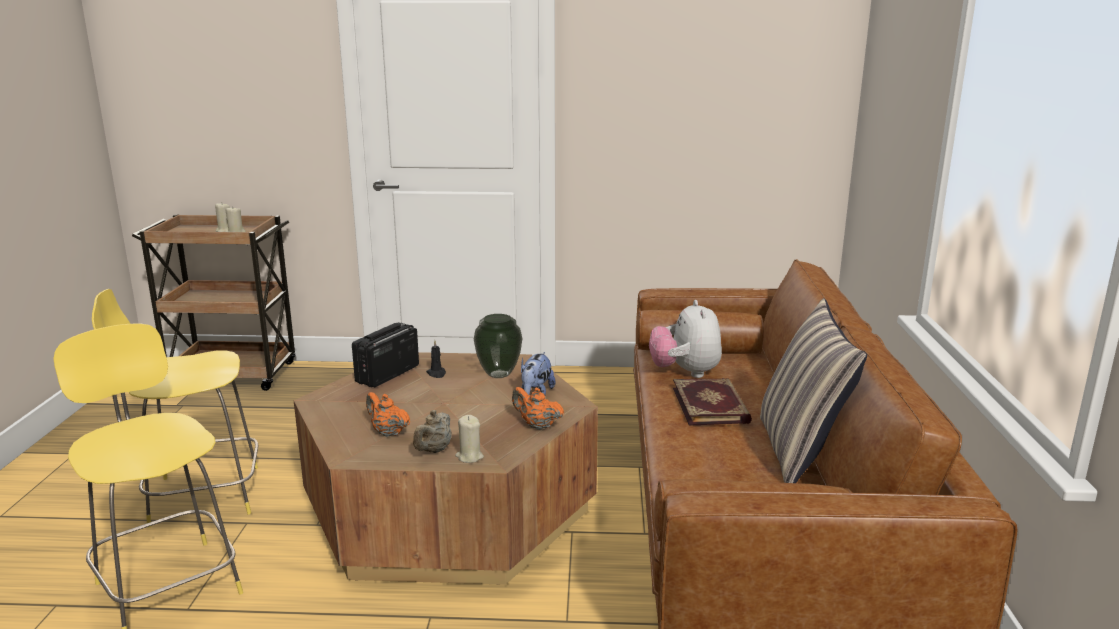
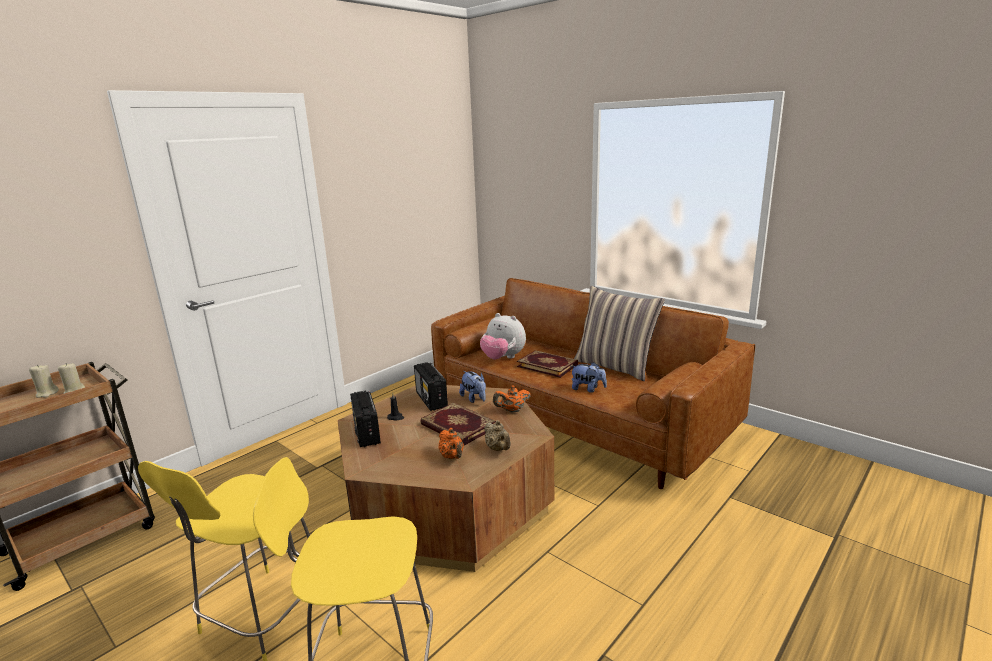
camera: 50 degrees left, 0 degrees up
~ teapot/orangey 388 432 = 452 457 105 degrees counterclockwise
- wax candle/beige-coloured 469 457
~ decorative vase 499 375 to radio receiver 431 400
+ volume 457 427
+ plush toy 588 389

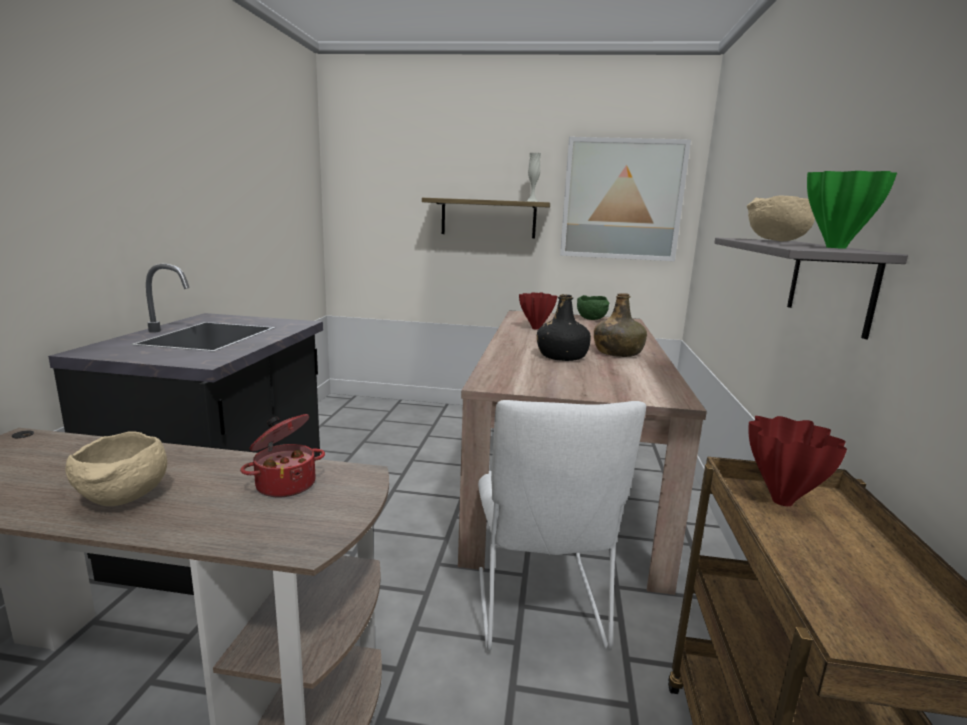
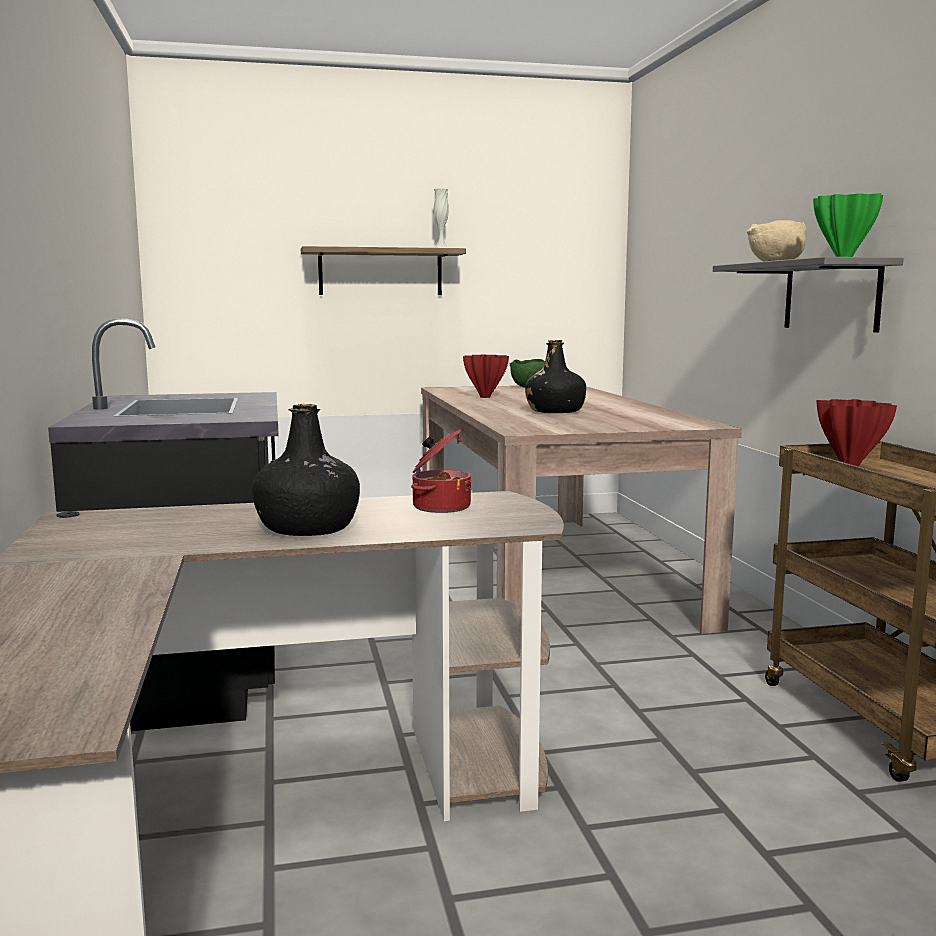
camera: 20 degrees left, 5 degrees down
~ bowl/beige-coloured 124 499 to drink bottle/black 309 528
- plain chair/white 538 607
- picture 622 200
- drink bottle/green 617 353

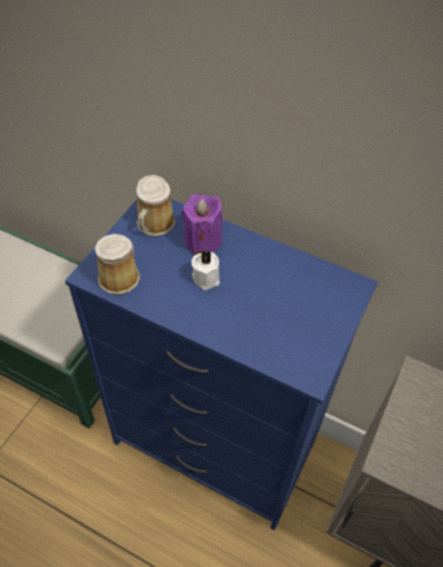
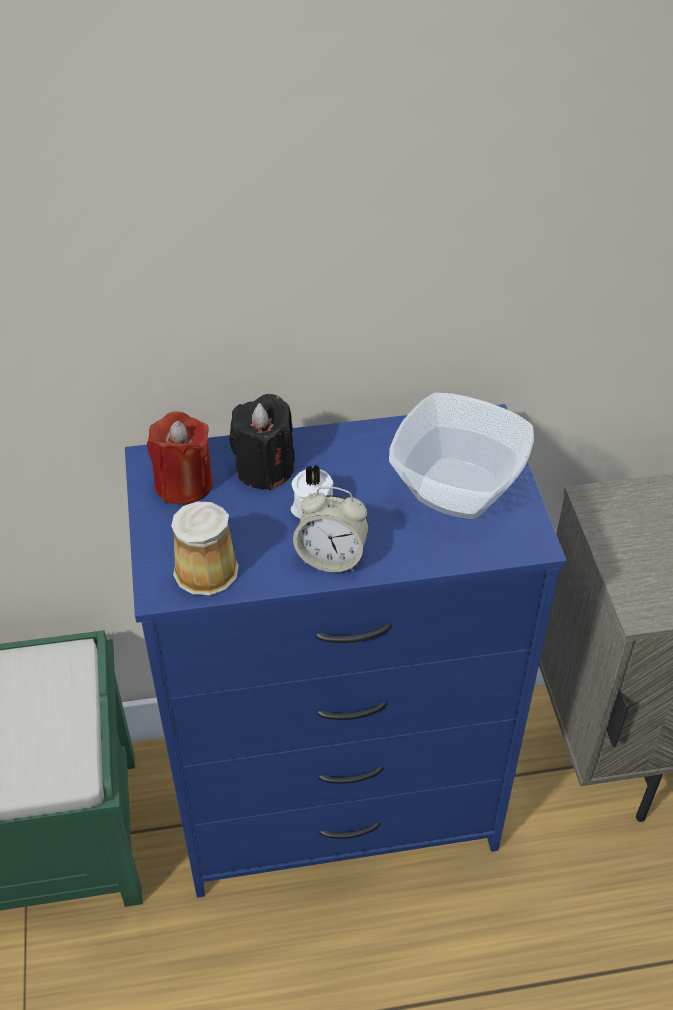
camera: 35 degrees left, 5 degrees down
~ tea mug 154 225 to wax candle/red 184 484
~ wax candle/purple 202 240 to wax candle/black 264 468
+ alarm clock 331 557
+ bowl 459 488

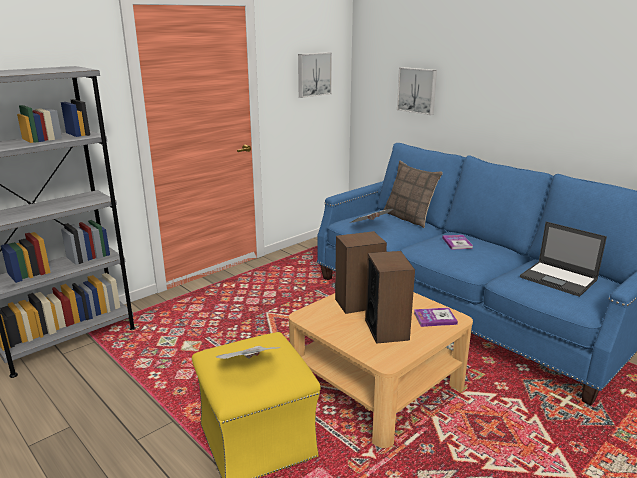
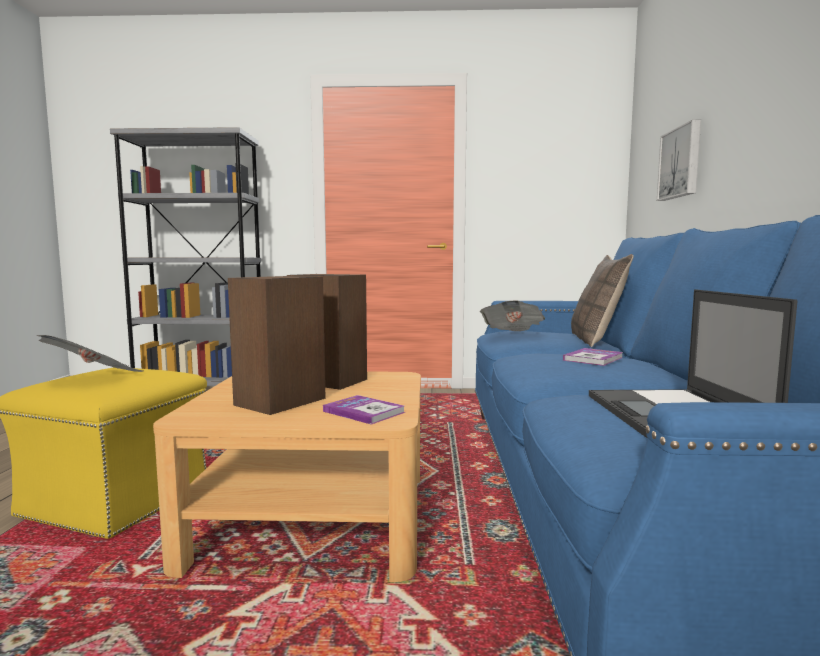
camera: 45 degrees right, 15 degrees down
- picture 313 74

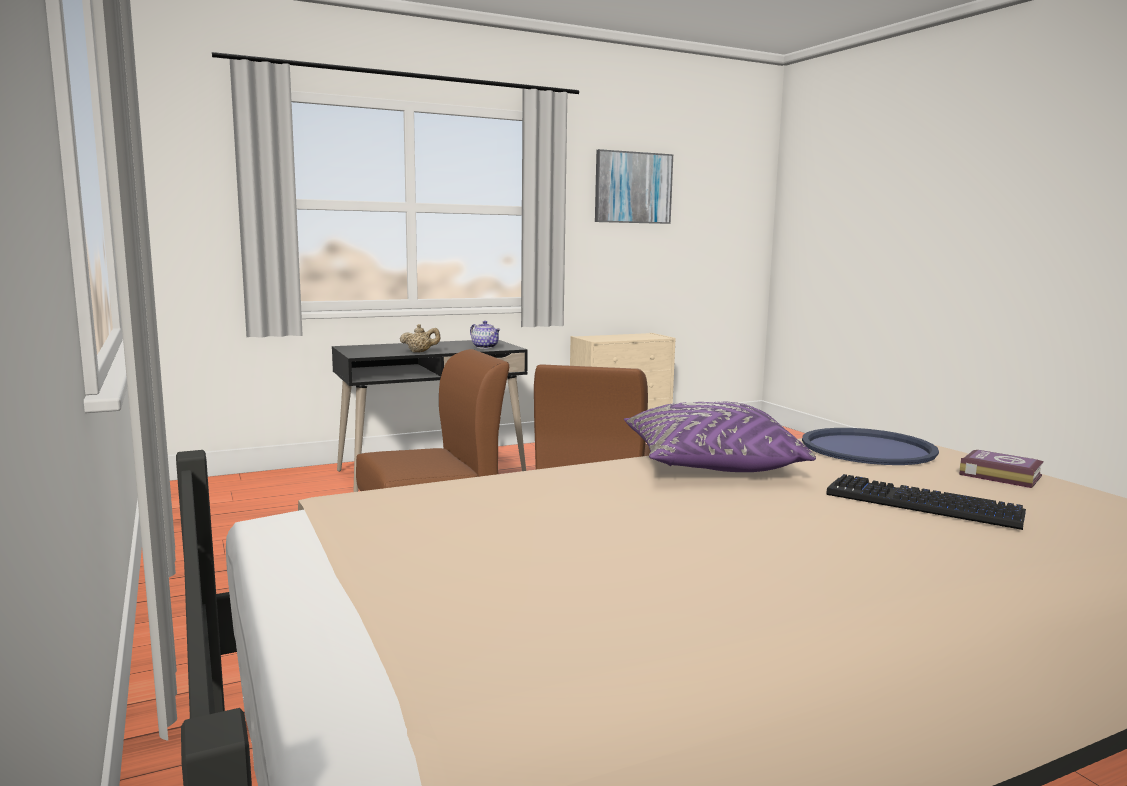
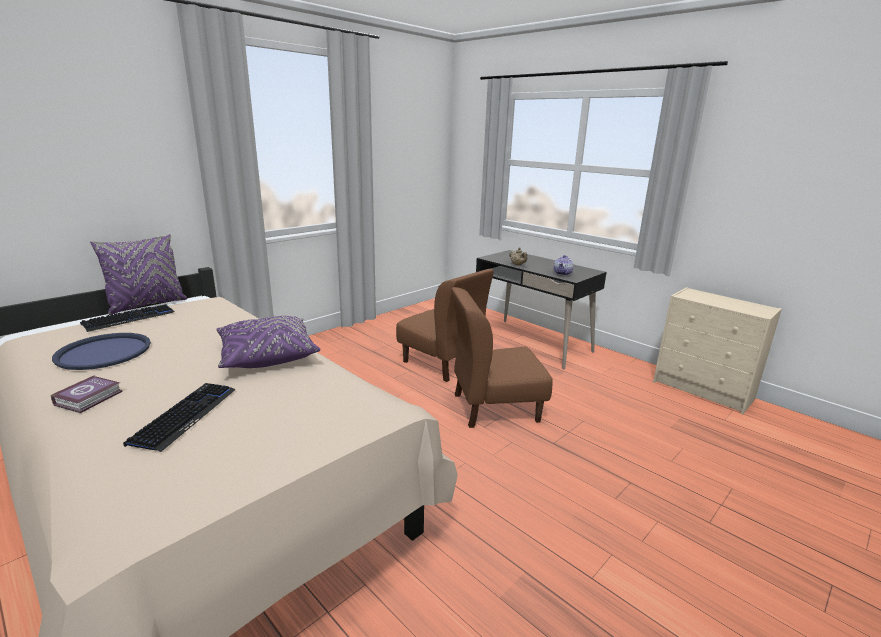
camera: 70 degrees right, 10 degrees up
- picture 633 187
~ serving tray/blue 868 448 to 104 352
~ volume 998 474 to 91 398
+ keyboard 129 319
+ pillow/purple 147 305

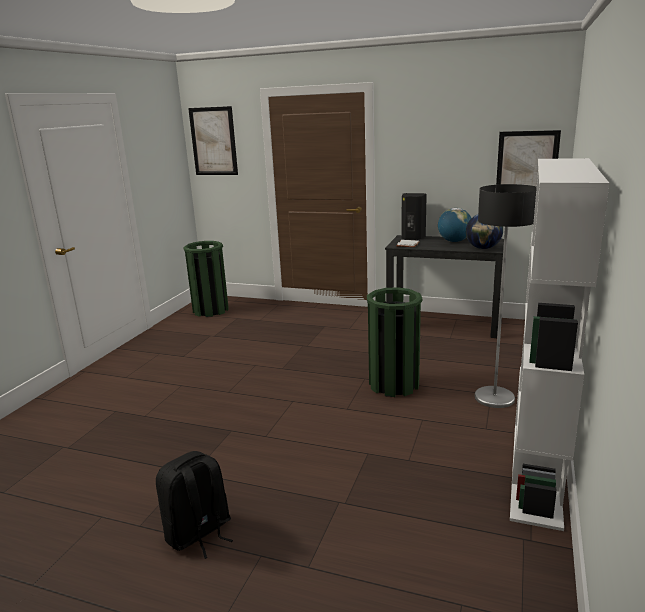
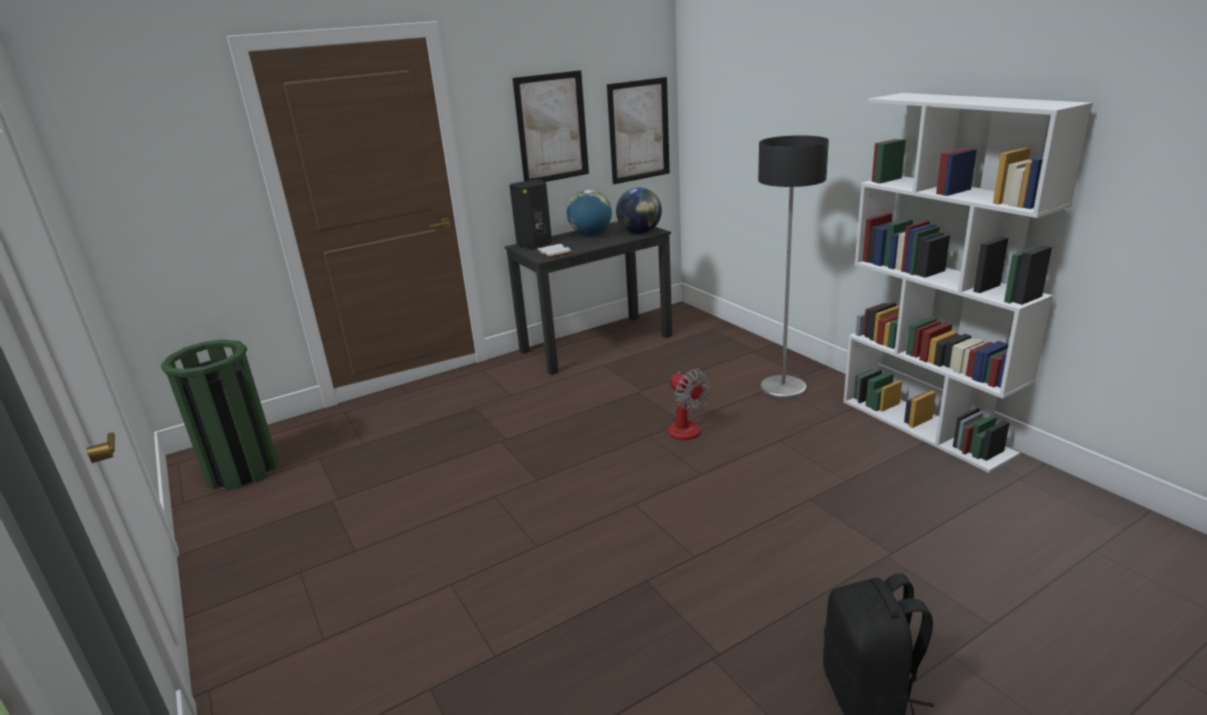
camera: 50 degrees left, 5 degrees up
~ picture 213 141 to 552 128
~ rubbish bin/green 394 384 to electric fan 687 425

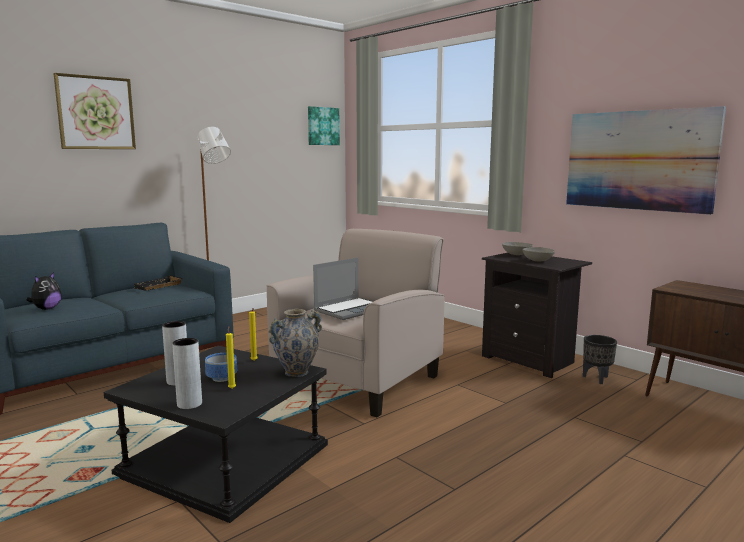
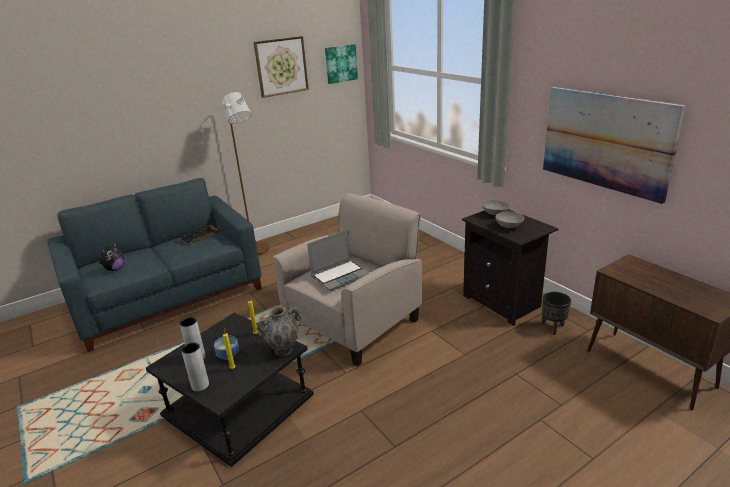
camera: 10 degrees right, 15 degrees up
~ picture 96 113 to 281 66

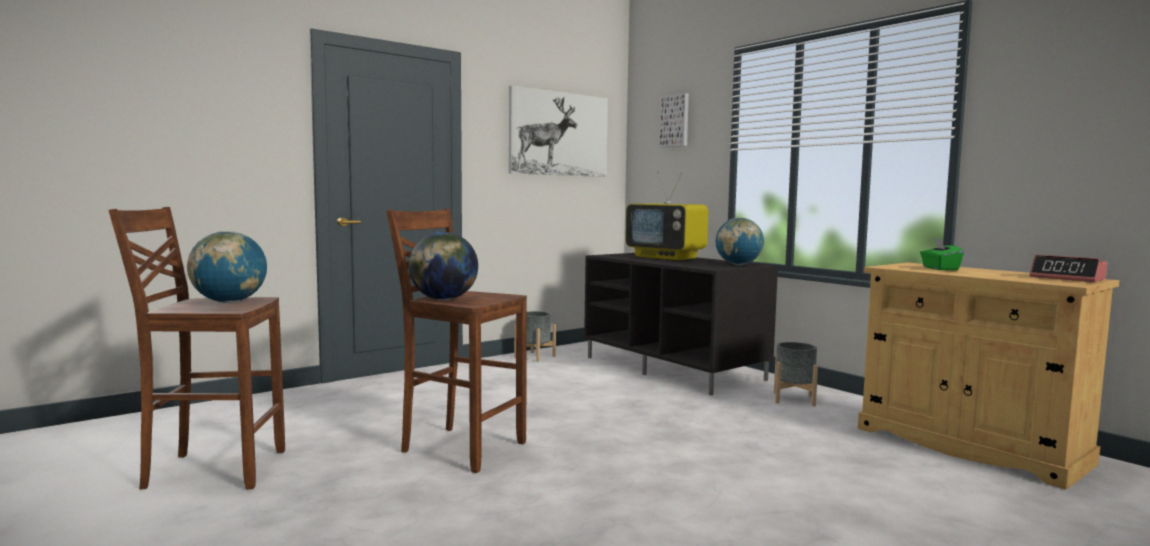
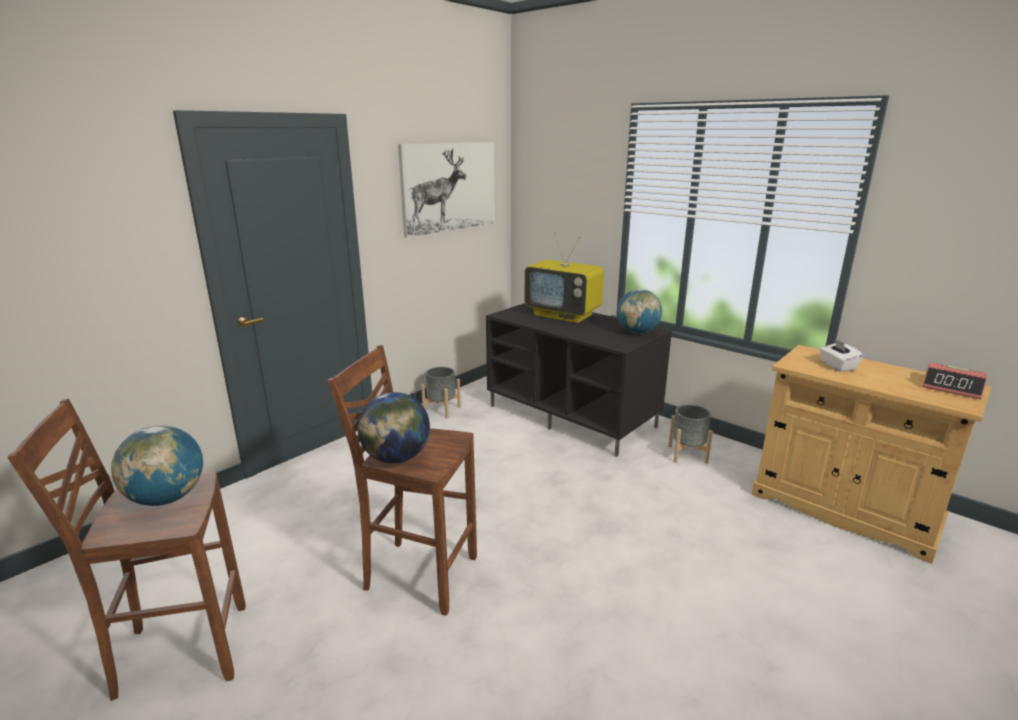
camera: 10 degrees left, 15 degrees up
- picture 675 121
~ tissue box/green 939 269 to tissue box/white 837 366

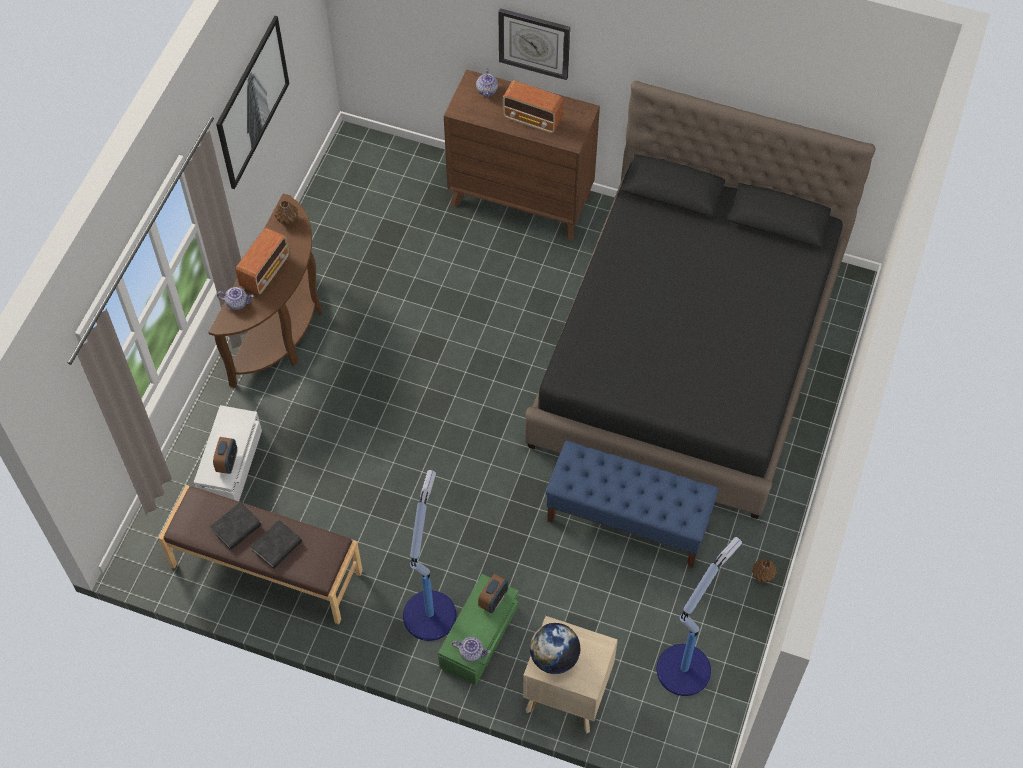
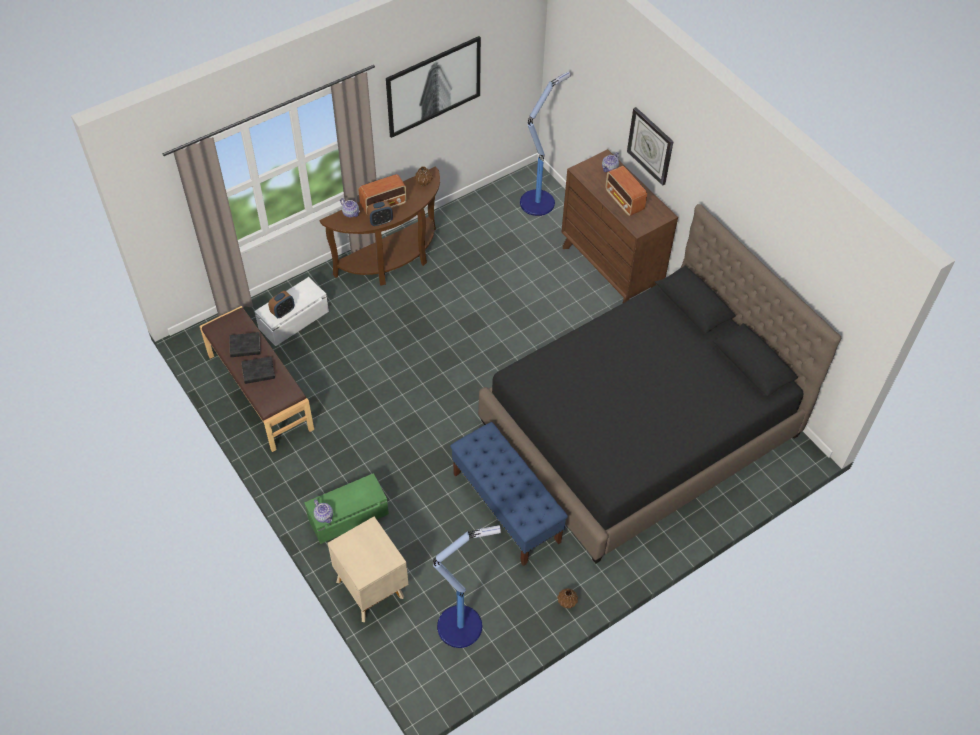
camera: 35 degrees right, 5 degrees down
~ standing lamp 430 613 to 538 202
~ alarm clock 493 600 to 380 221
- world globe 554 657

